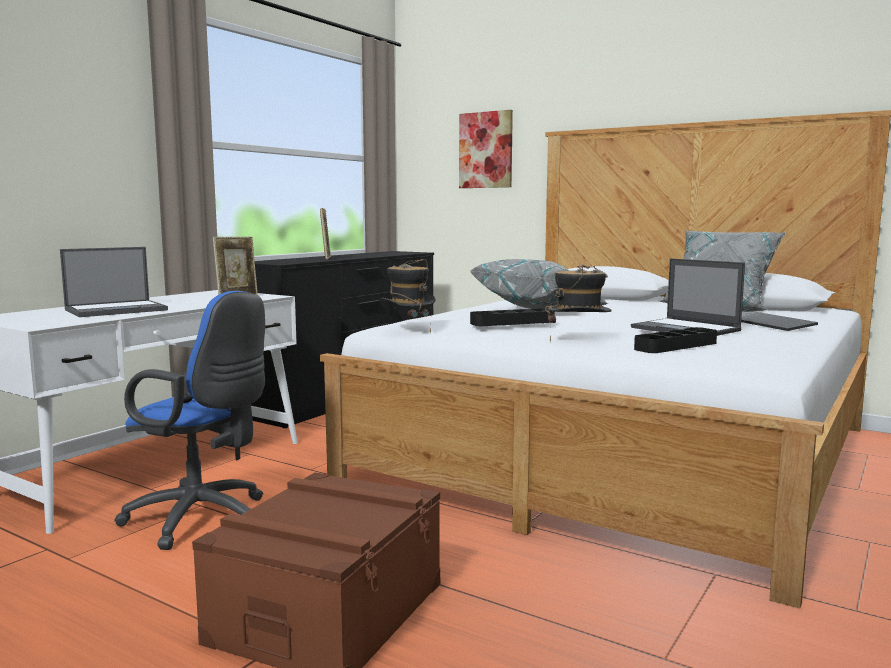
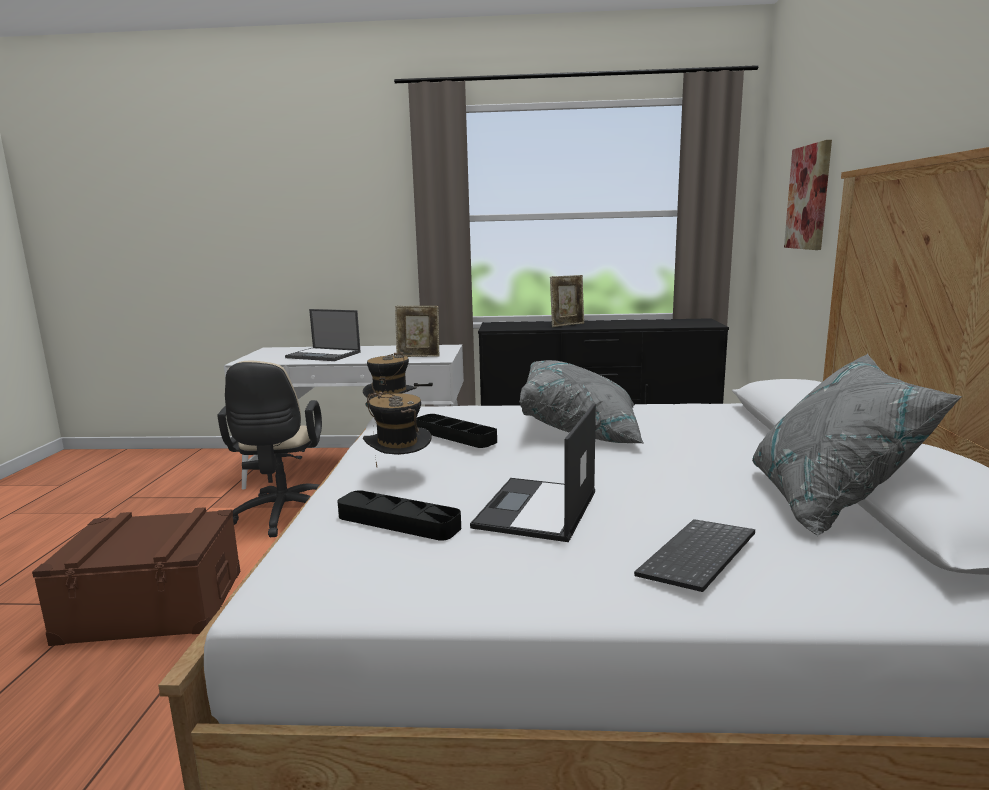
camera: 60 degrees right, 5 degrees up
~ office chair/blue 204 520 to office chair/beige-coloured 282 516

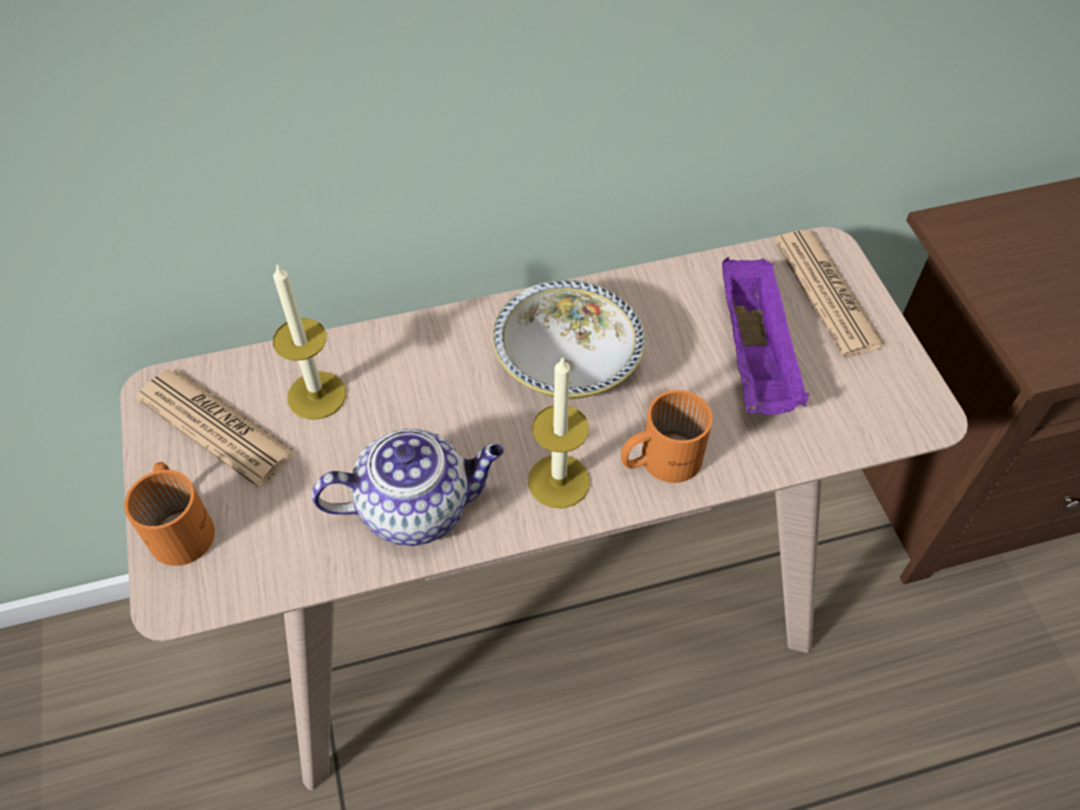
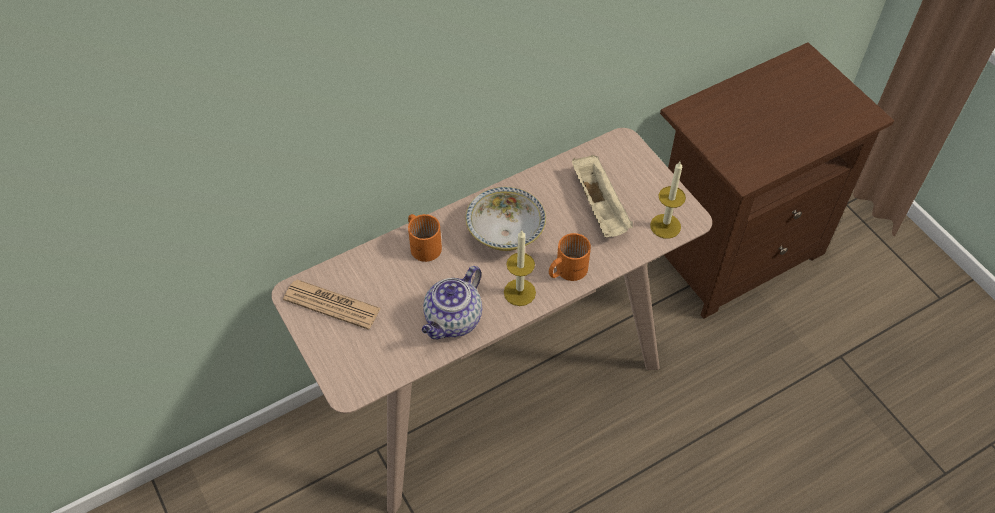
camera: 15 degrees left, 0 degrees up
~ tea mug/orangey 183 524 to 423 243
~ wax candle 317 395 to 665 226
~ teapot 417 507 = 453 321 150 degrees clockwise
~ serving tray/purple 755 357 to serving tray/beige-coloured 600 207
- printed paper 827 293

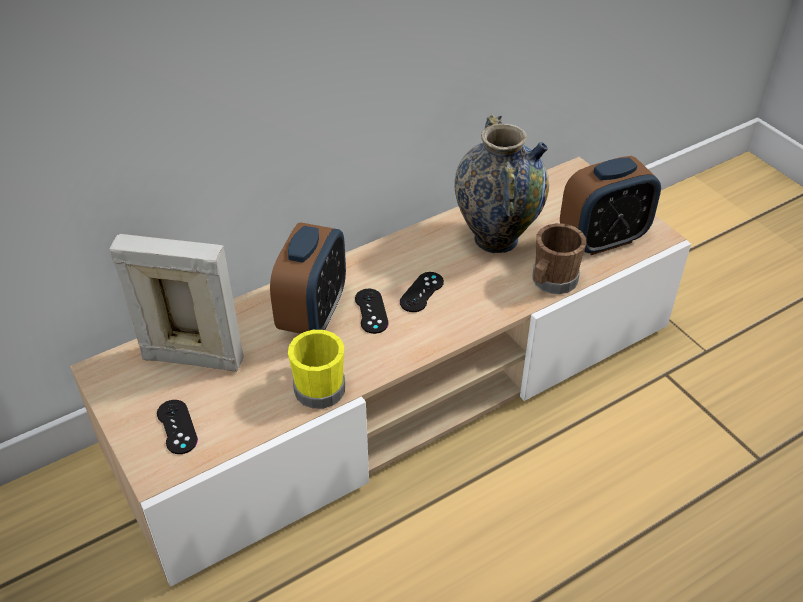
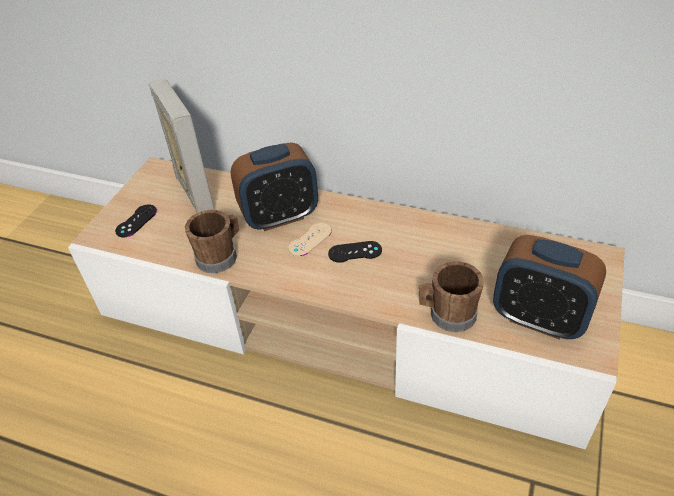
camera: 55 degrees right, 0 degrees up
~ tea mug/yellowish 319 384 to tea mug/brown 220 256
~ gamepad/black 371 311 to gamepad/beige-coloured 310 239
- decorative vase 496 238

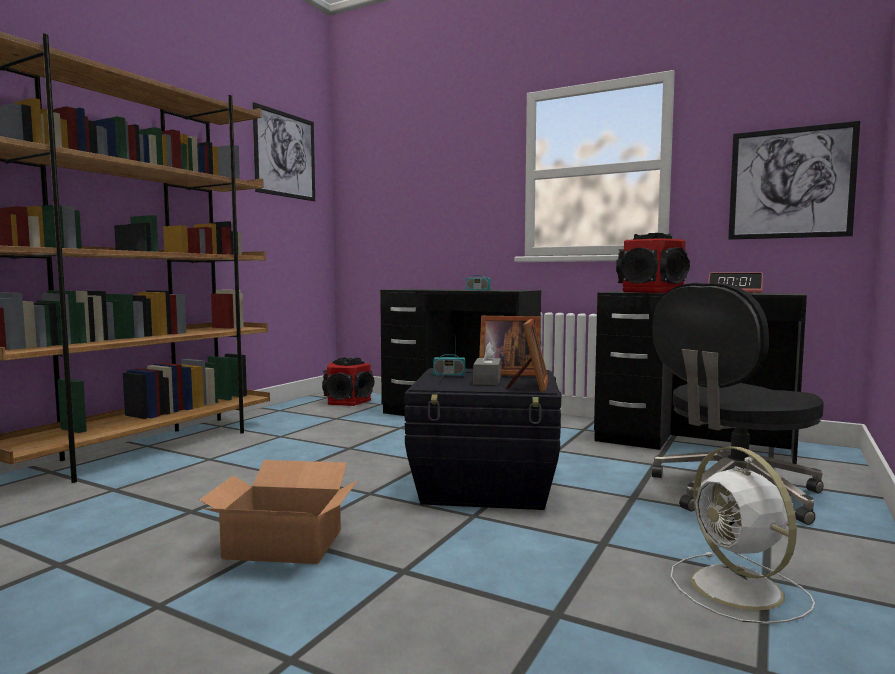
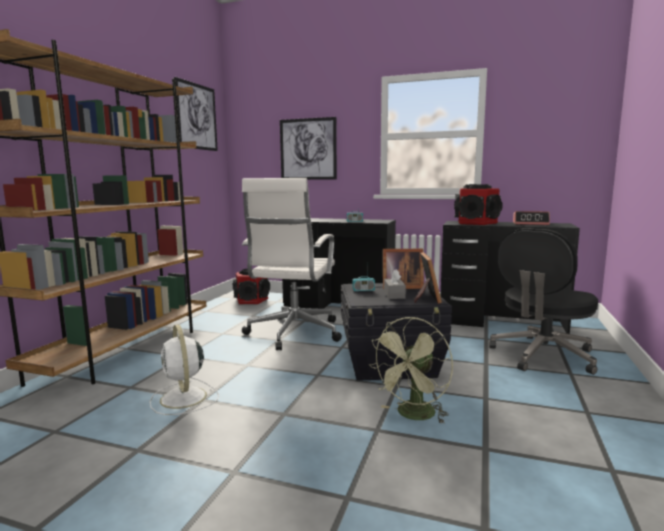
camera: 10 degrees left, 5 degrees up
- cardboard box 283 543
~ electric fan/white 739 589 to 184 398
~ picture 790 183 to 308 149
+ office chair/white 293 333
+ electric fan/green 413 416

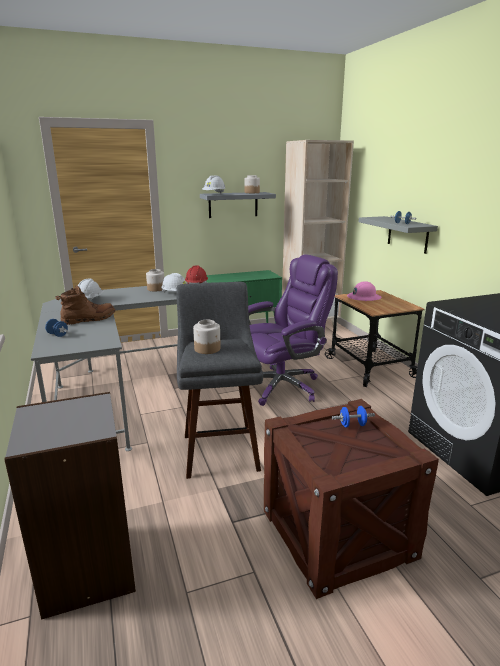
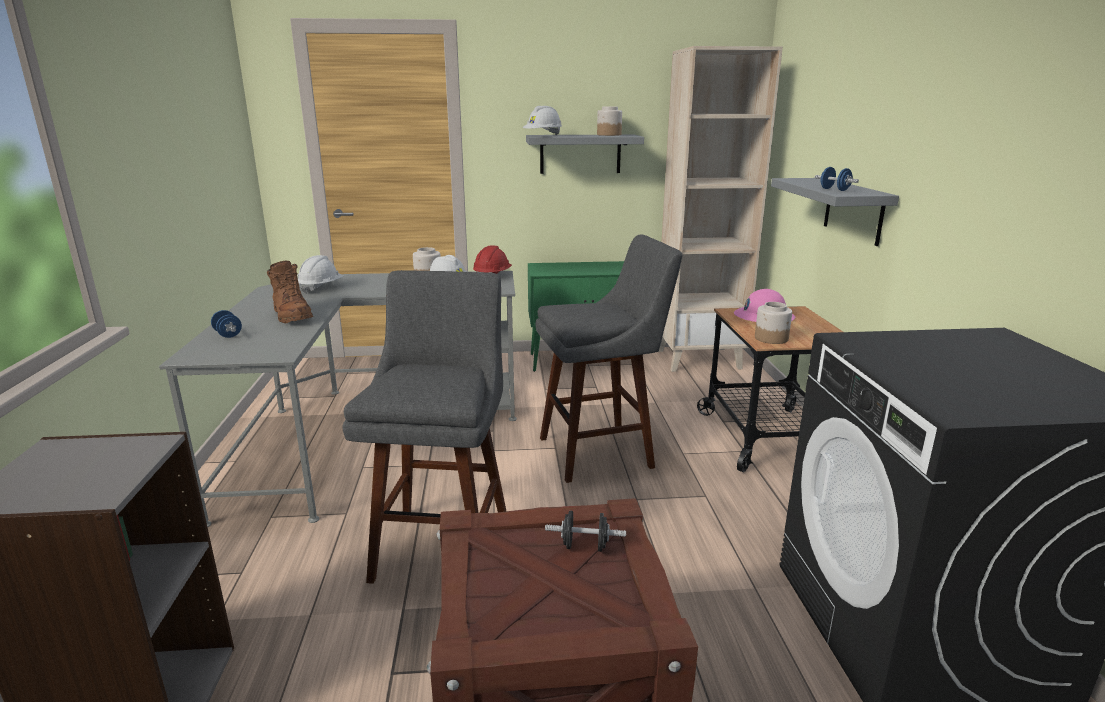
camera: 15 degrees right, 0 degrees up
~ high-top boot/brown 89 319 = 292 315 75 degrees clockwise
~ jar 207 349 to 771 338
~ office chair/purple 282 386 to stool/grey 601 451
~ hand weight/blue 352 425 to hand weight/black 585 546

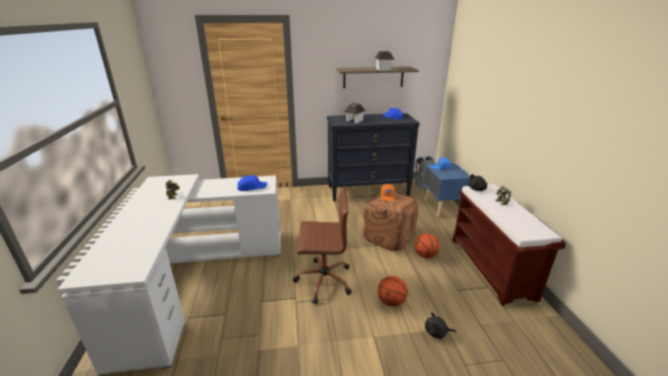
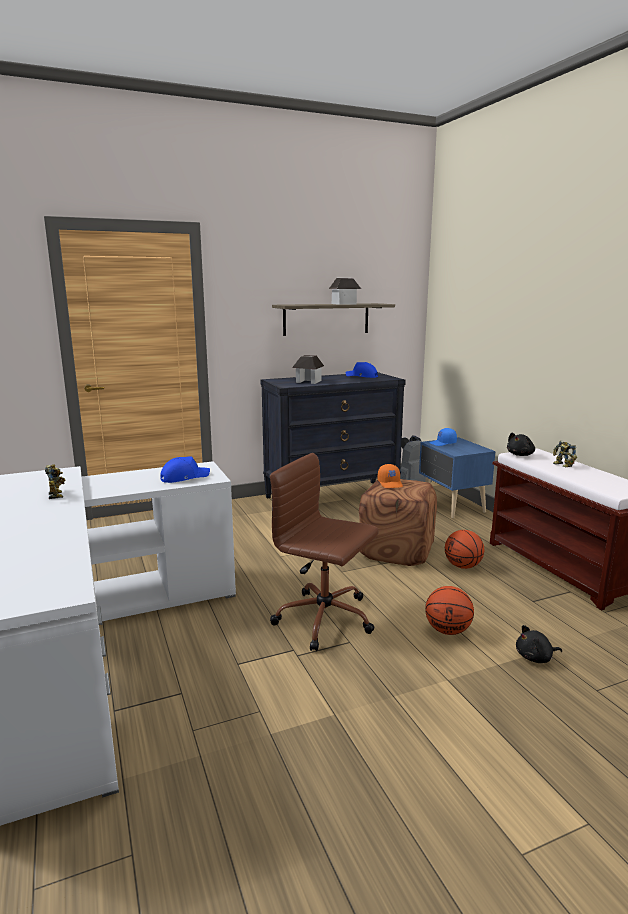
camera: 15 degrees left, 10 degrees down
~ office chair/brown 323 280 = 326 619 135 degrees counterclockwise

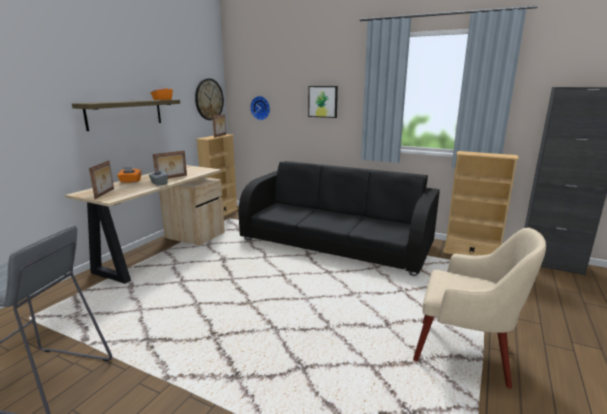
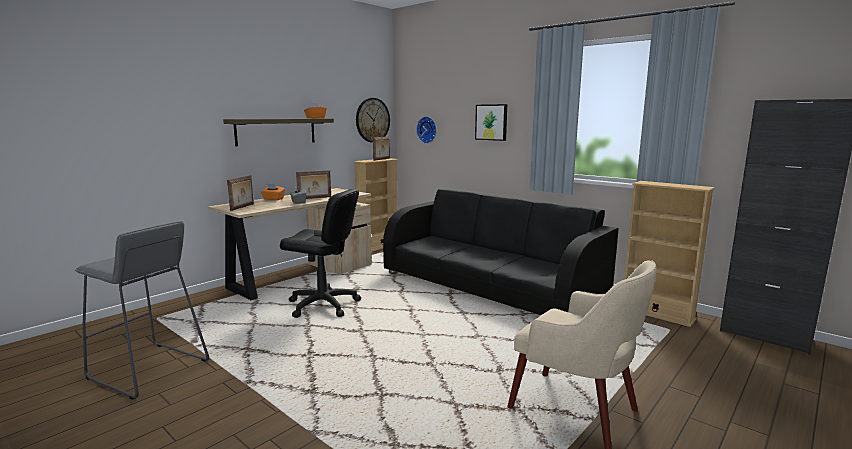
camera: 15 degrees right, 5 degrees down
+ office chair/black 323 305

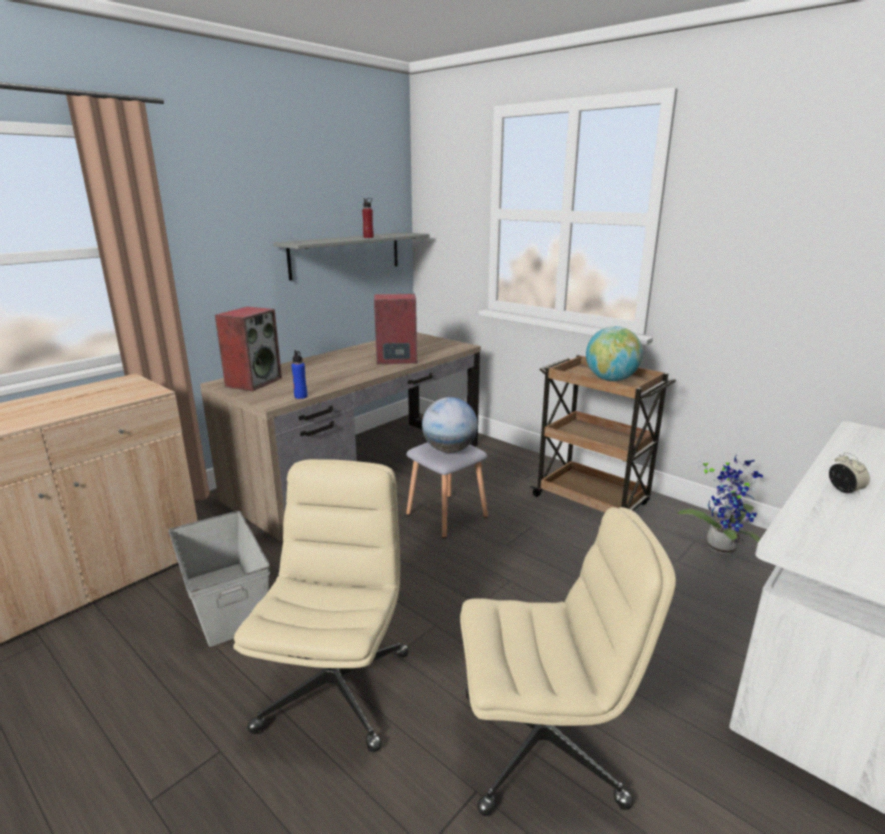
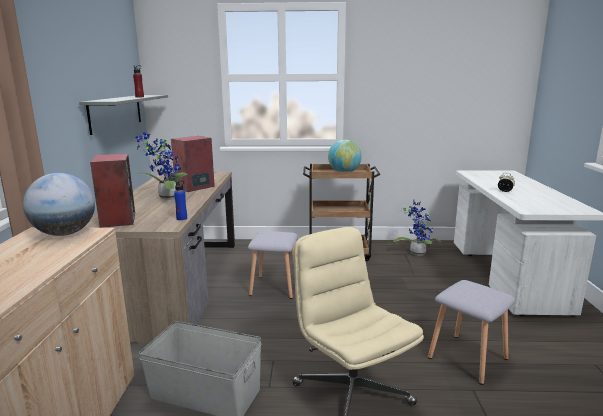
camera: 40 degrees left, 5 degrees down
~ world globe 449 450 to 65 234
~ office chair/beige-coloured 543 746 to stool/grey 469 358
+ potted plant 166 198

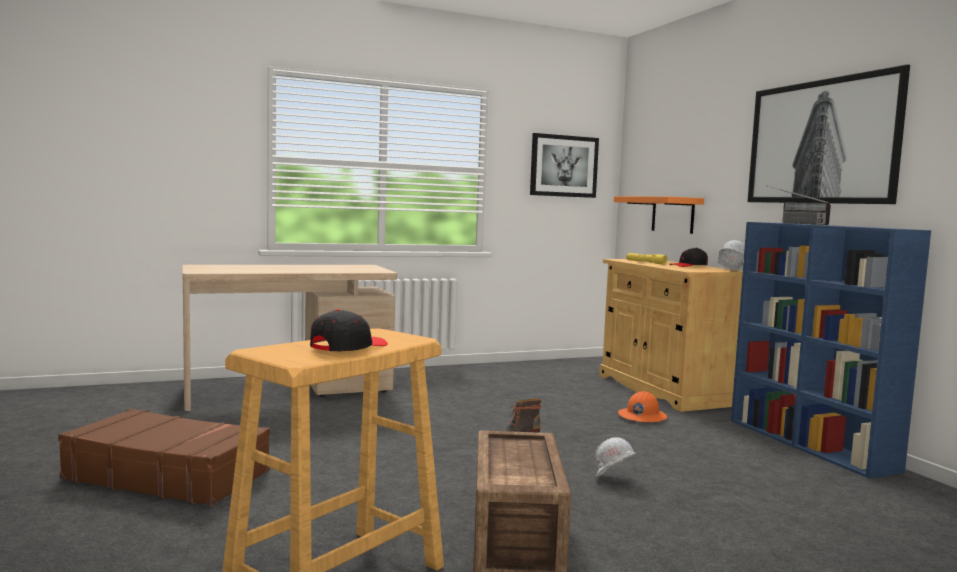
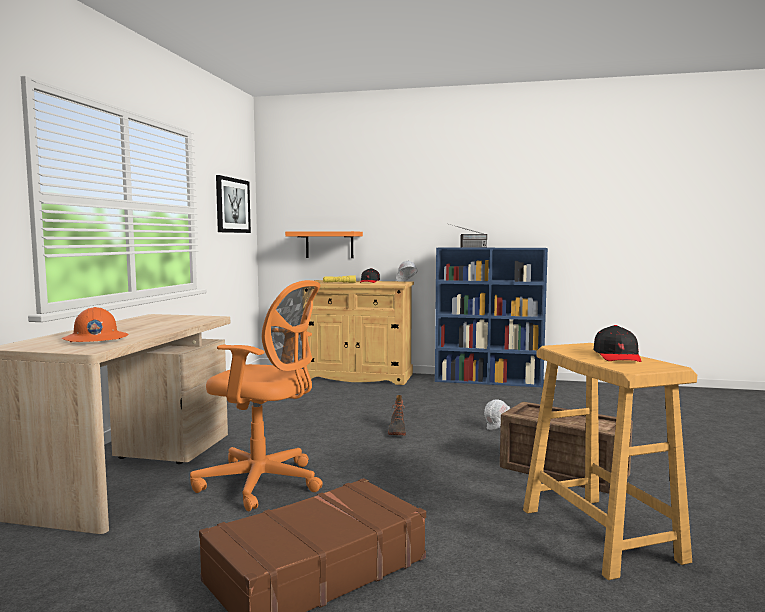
camera: 55 degrees left, 0 degrees up
~ baseball cap/black 348 347 = 617 356 150 degrees counterclockwise
~ hard hat/orangey 642 416 to 95 339
- picture 820 142
+ office chair/orangey 264 483

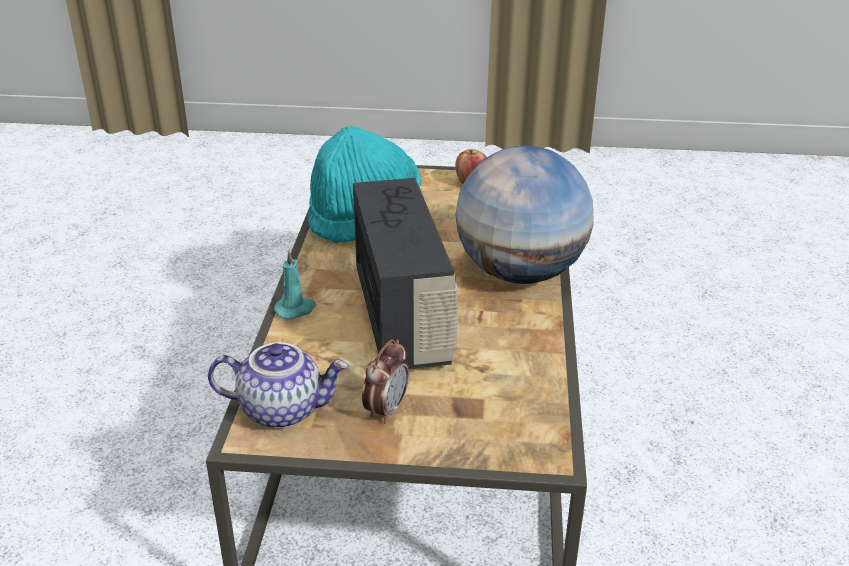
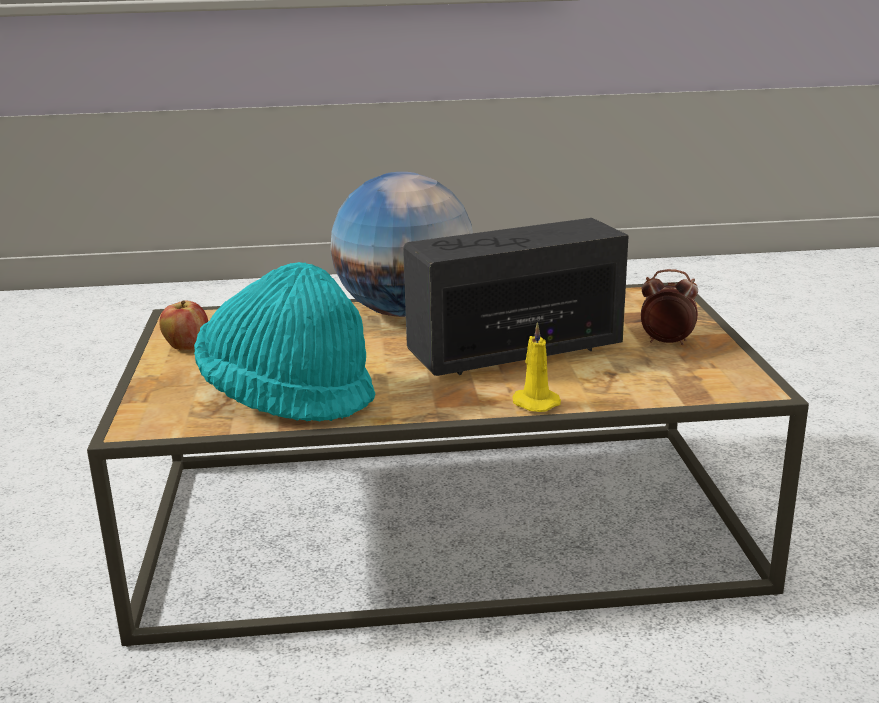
camera: 100 degrees left, 10 degrees down
- teapot 282 409
~ wax candle/turquoise-coloured 296 309 to wax candle/yellowish 534 403

